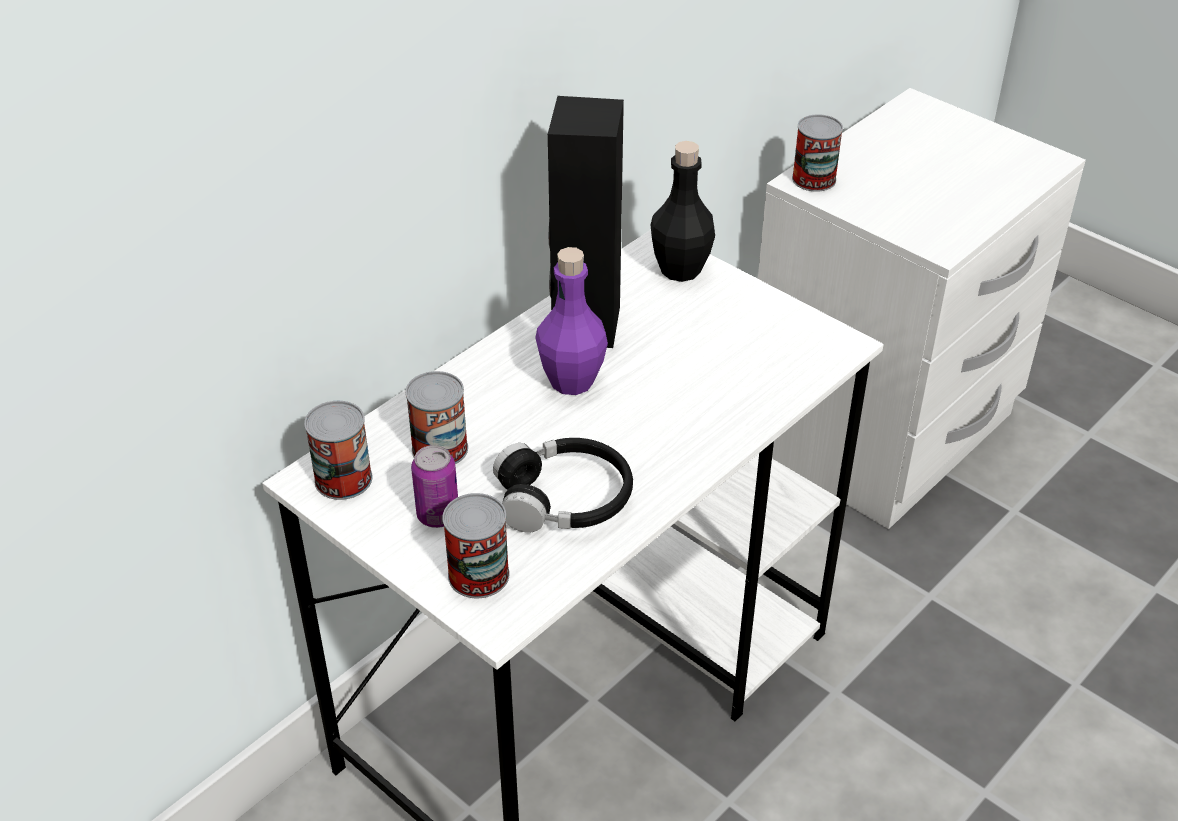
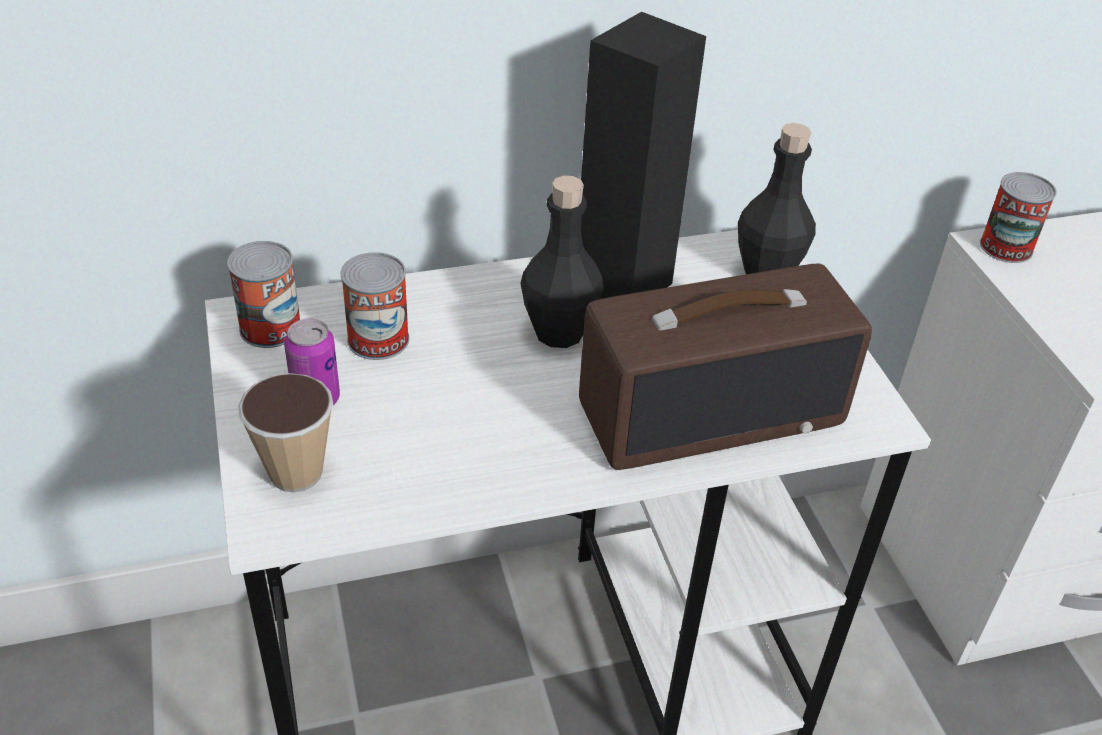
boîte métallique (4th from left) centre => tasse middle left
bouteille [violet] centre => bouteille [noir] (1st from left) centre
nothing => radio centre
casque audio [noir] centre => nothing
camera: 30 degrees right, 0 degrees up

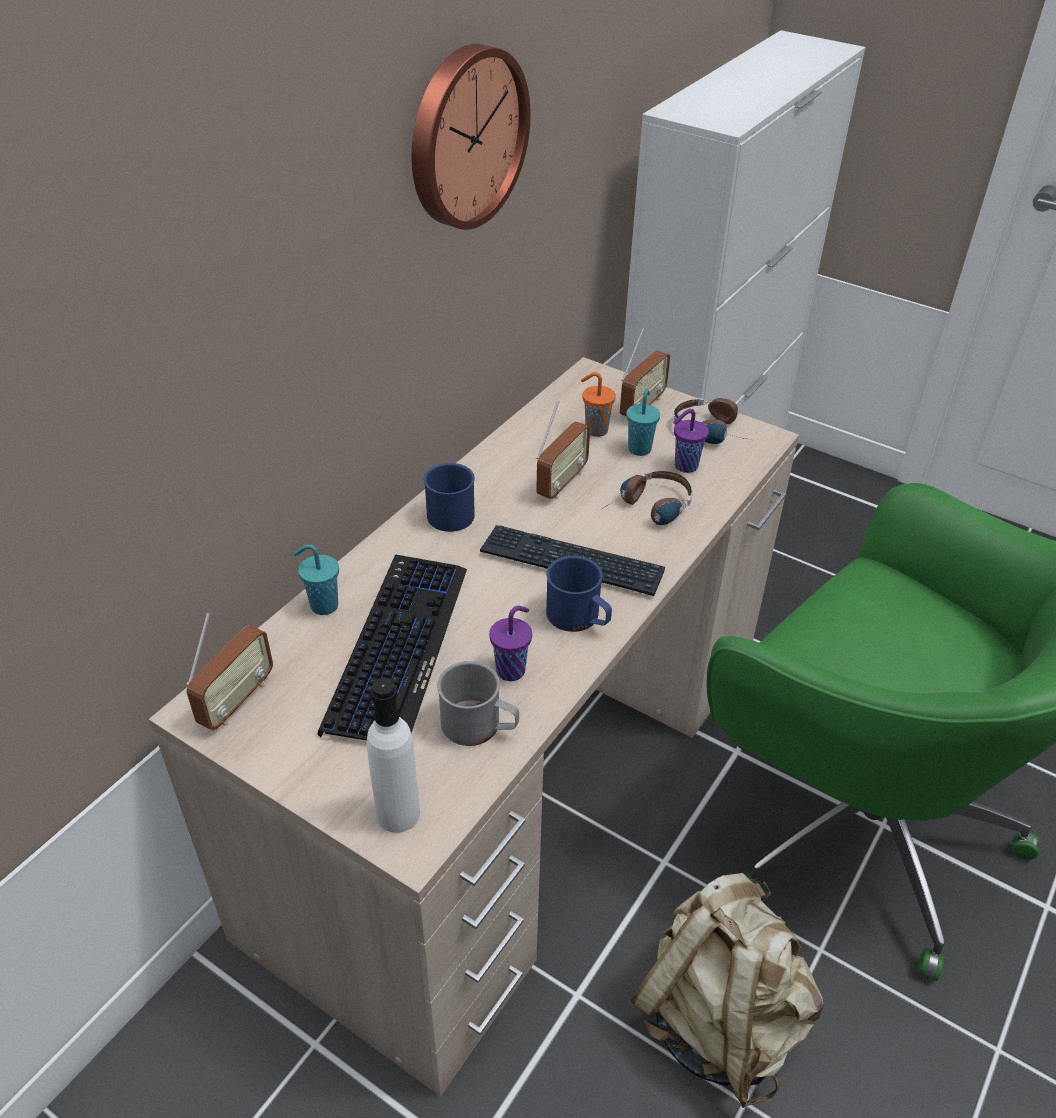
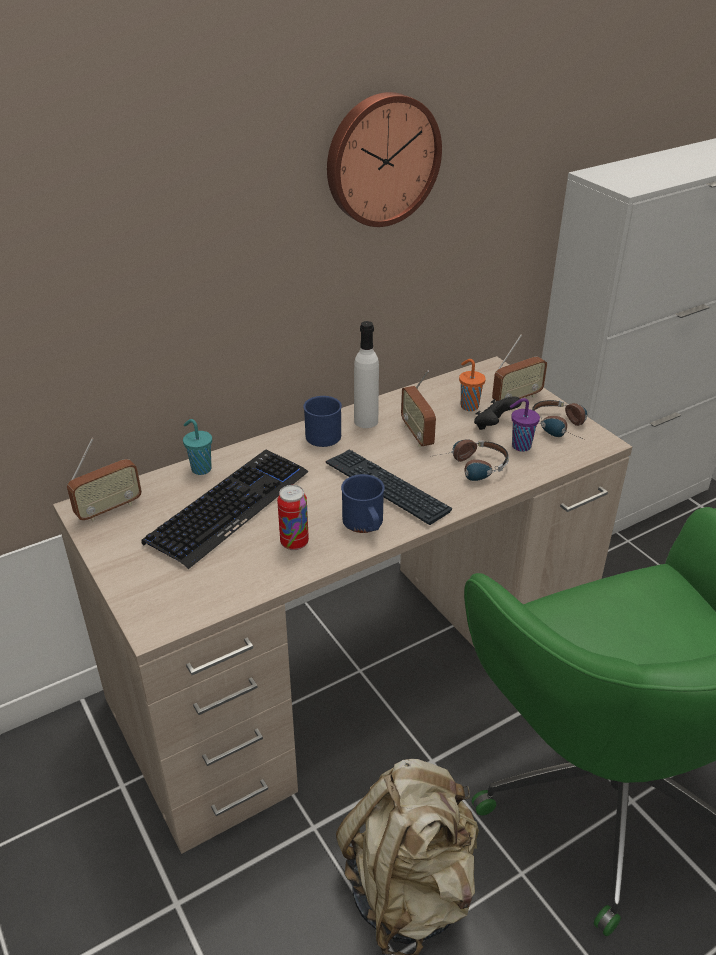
tasse [violet] (1st from left) centre => boîte métallique centre
bouteille [blanc] bottom centre => bouteille [blanc] centre, moved
radio (2nd from left) centre, 105 degrees clockwise
tasse [turquoise] (2nd from left) centre => manette [noir] middle right
mug [gris] centre => nothing
camera: 25 degrees right, 5 degrees down

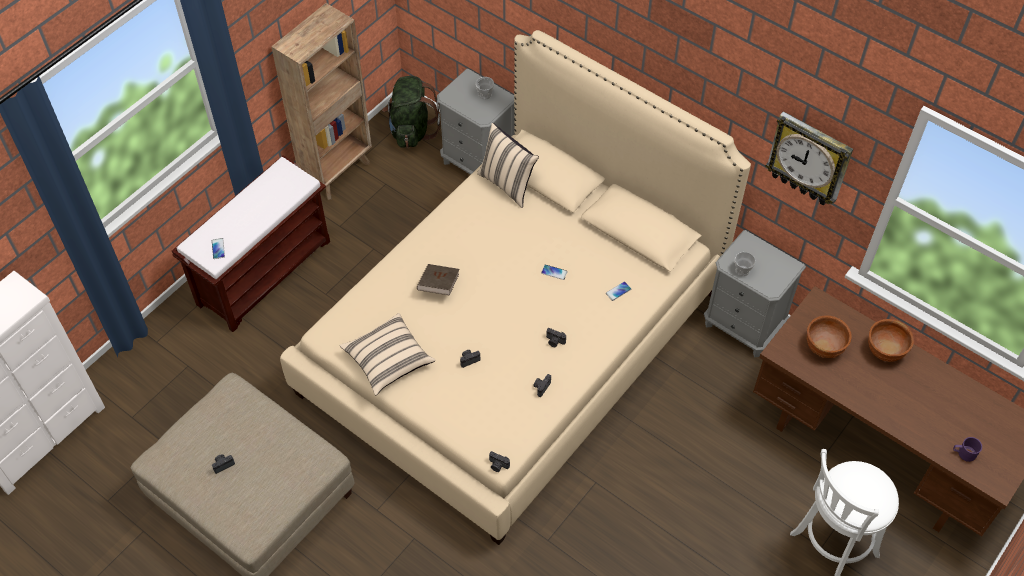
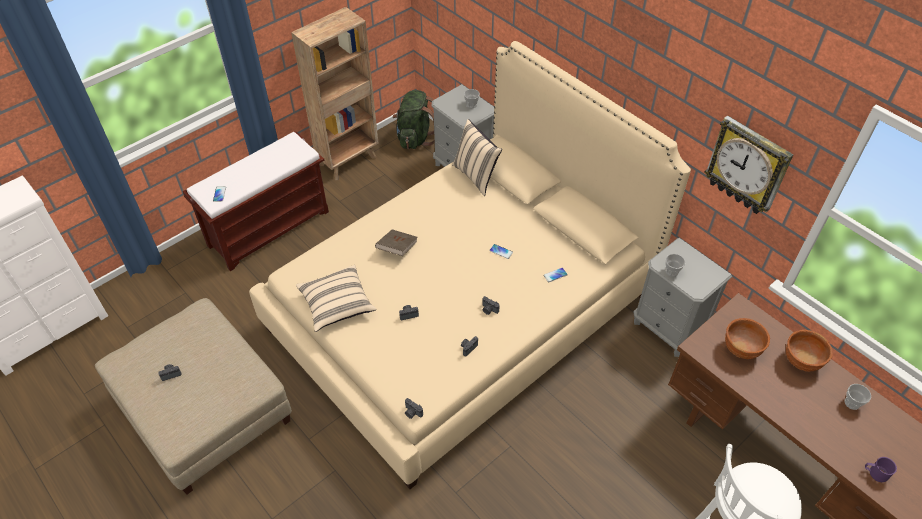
nothing => tasse (3rd from left) bottom right
camera: 10 degrees right, 5 degrees down

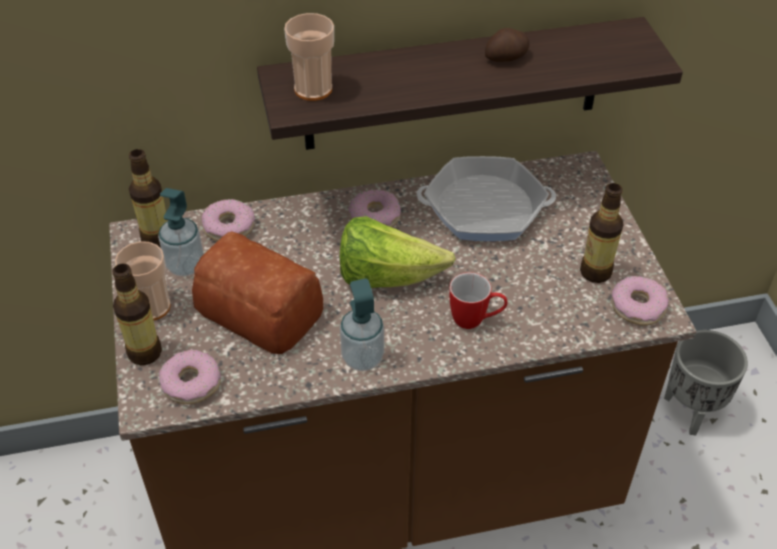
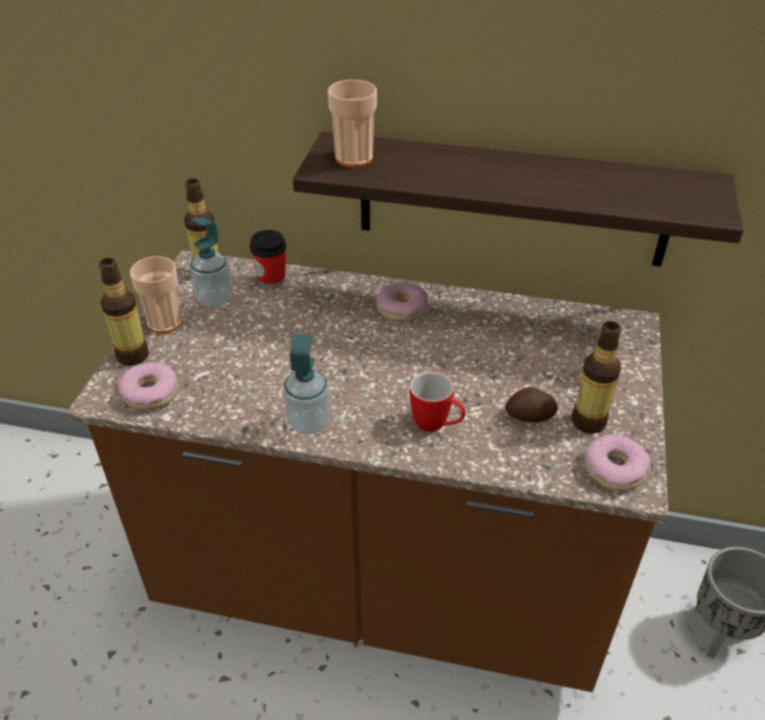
beignet (2nd from left) middle left => tasse (2nd from left) centre
pomme de terre top centre => pomme de terre middle right, moved
pain middle left => nothing
laitue centre => nothing
poêle centre => nothing
camera: 25 degrees right, 5 degrees down

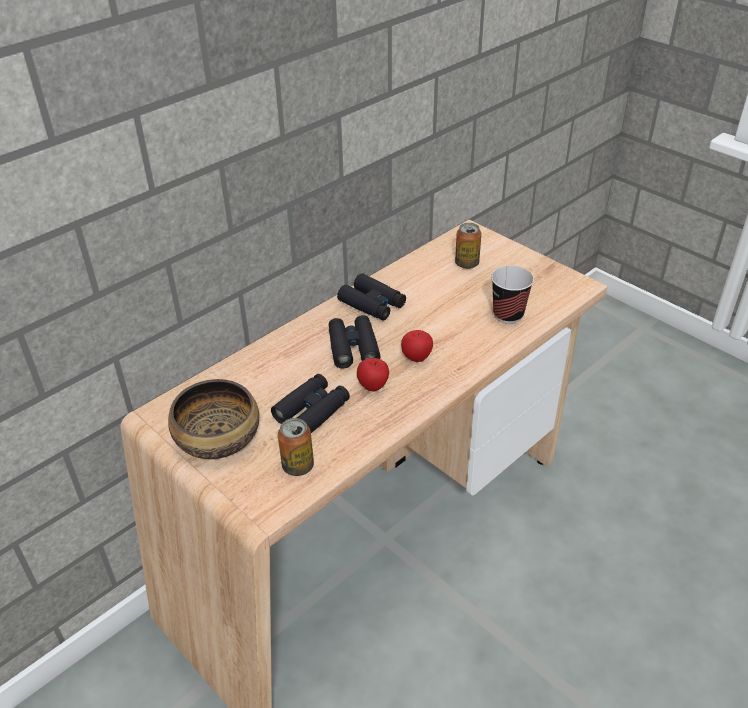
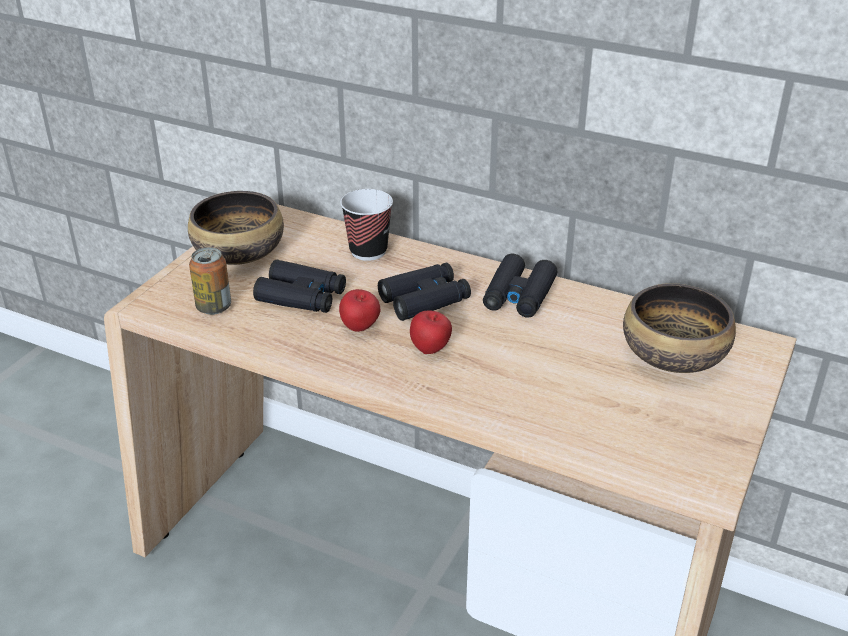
tasse middle right => tasse centre, moved
boîte métallique (2nd from left) centre => bol (2nd from left) middle right
camera: 70 degrees right, 5 degrees down

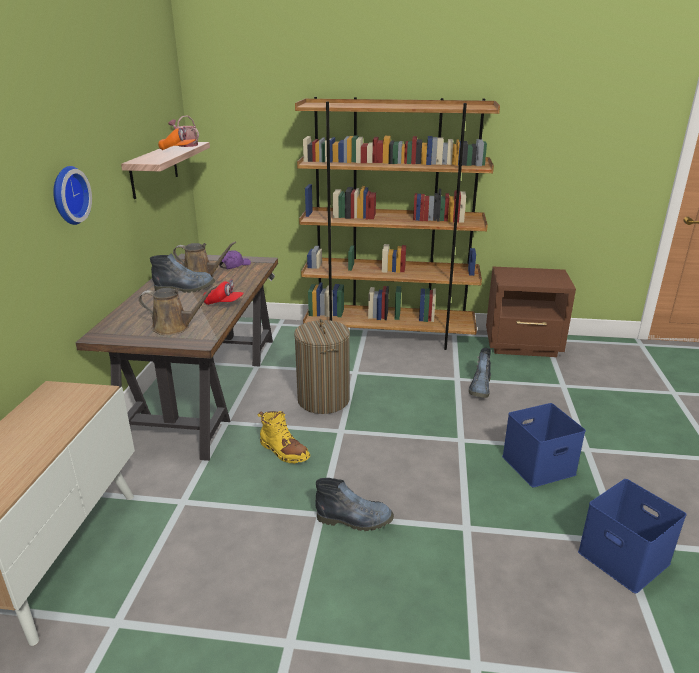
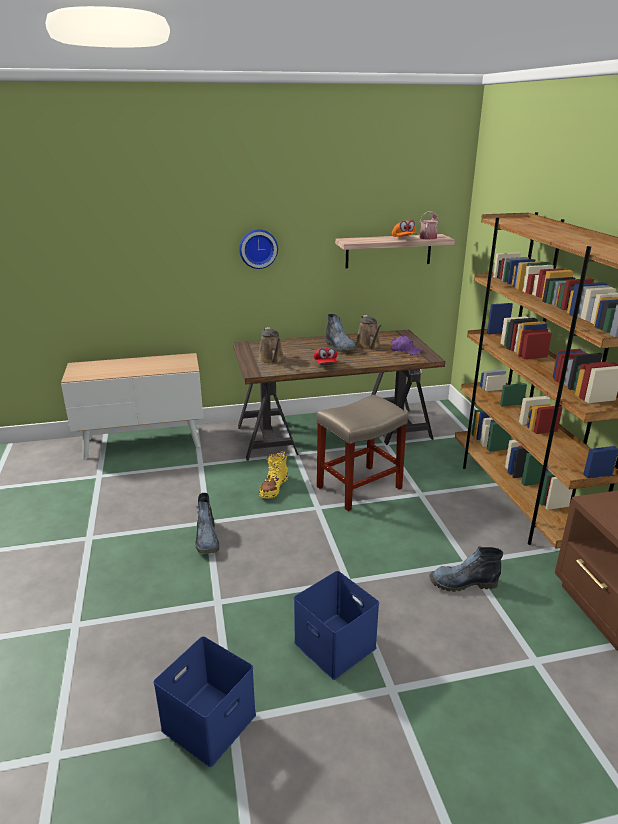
panier à linge centre => tabouret [beige] centre
camera: 70 degrees right, 0 degrees up

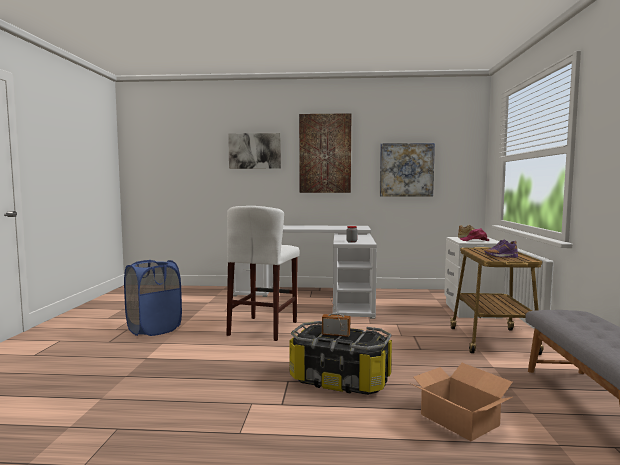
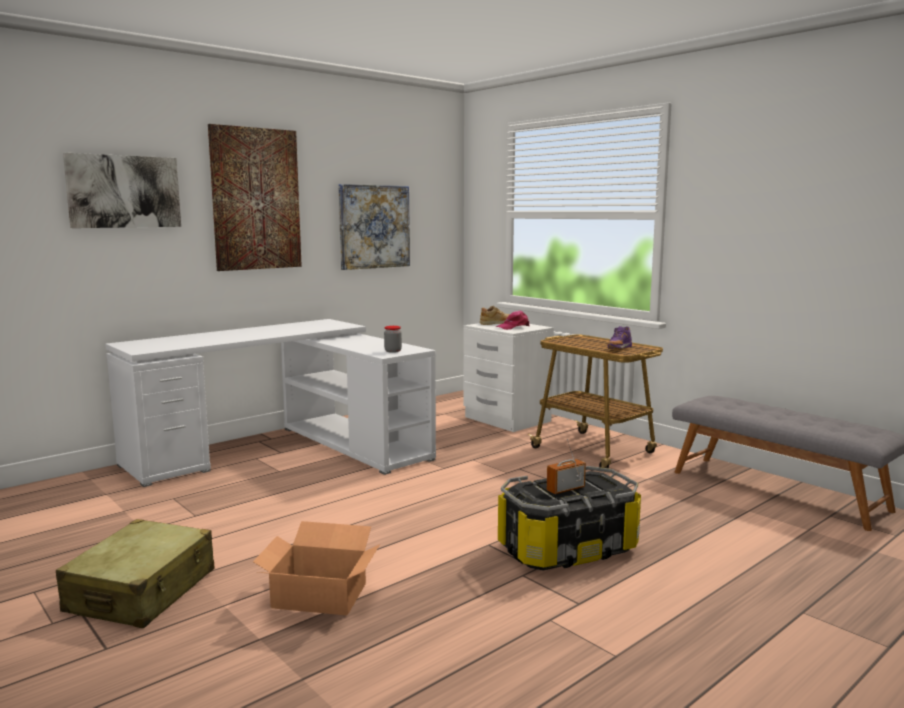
panier à linge [bleu] middle left => valise [beige] bottom left
carton bottom right => carton bottom centre, moved
tabouret [blanc] centre => nothing
camera: 45 degrees left, 5 degrees up

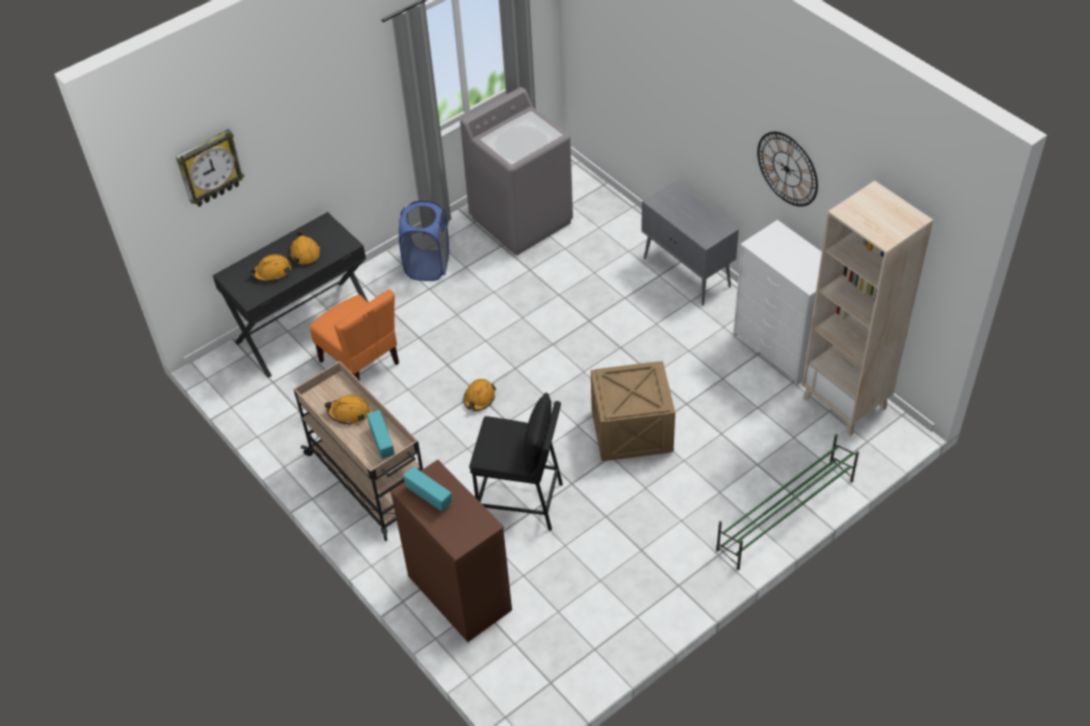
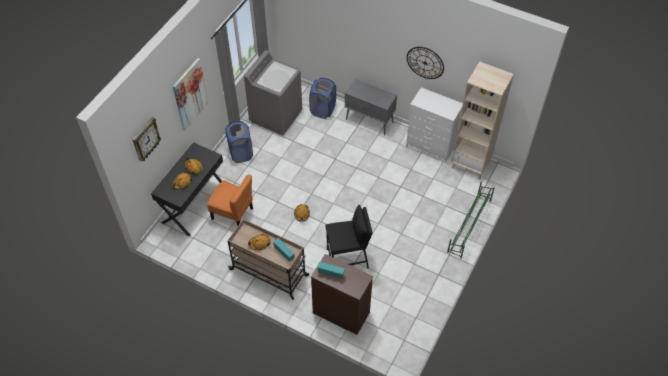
nothing => tableau top left
nothing => panier à linge [bleu] (2nd from left) top centre
caisse centre => nothing
camera: 25 degrees left, 5 degrees up

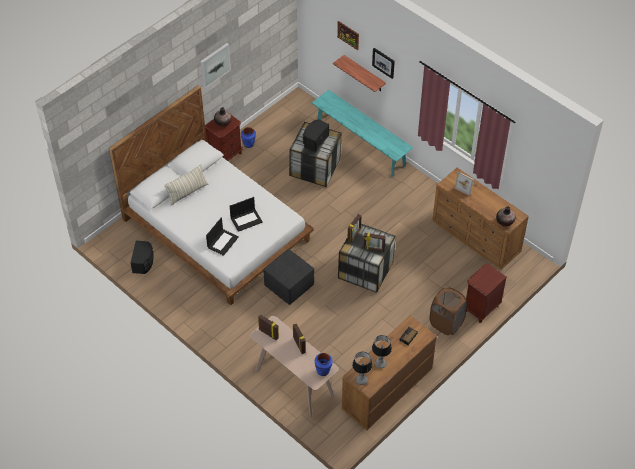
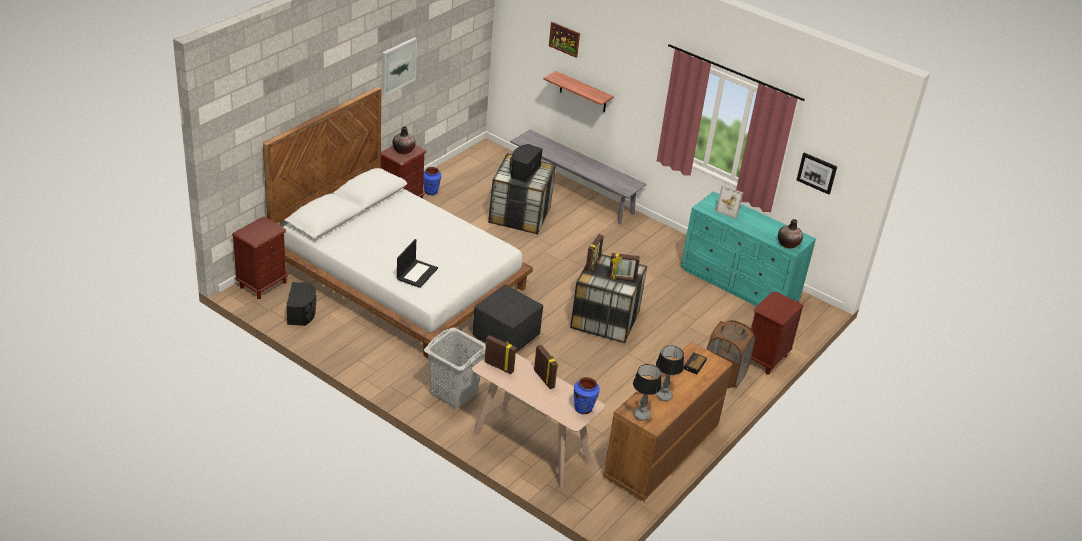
nothing => table de chevet [marron] (1st from left) middle left
nothing => panier à linge [gris] bottom centre
banc [turquoise] top centre => banc [gris] top centre
commode [marron] (2nd from left) middle right => commode [turquoise] middle right
tableau (3rd from left) top centre => tableau (3rd from left) top right, moved
coussin middle left => nothing
ordinateur portable (2nd from left) centre => nothing
camera: 10 degrees left, 15 degrees down

